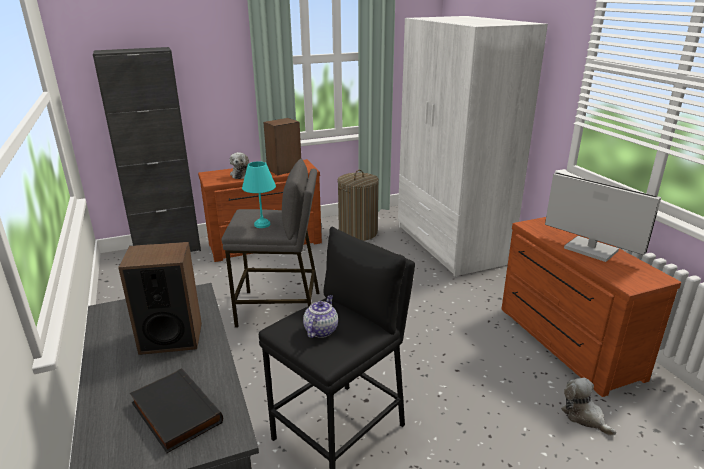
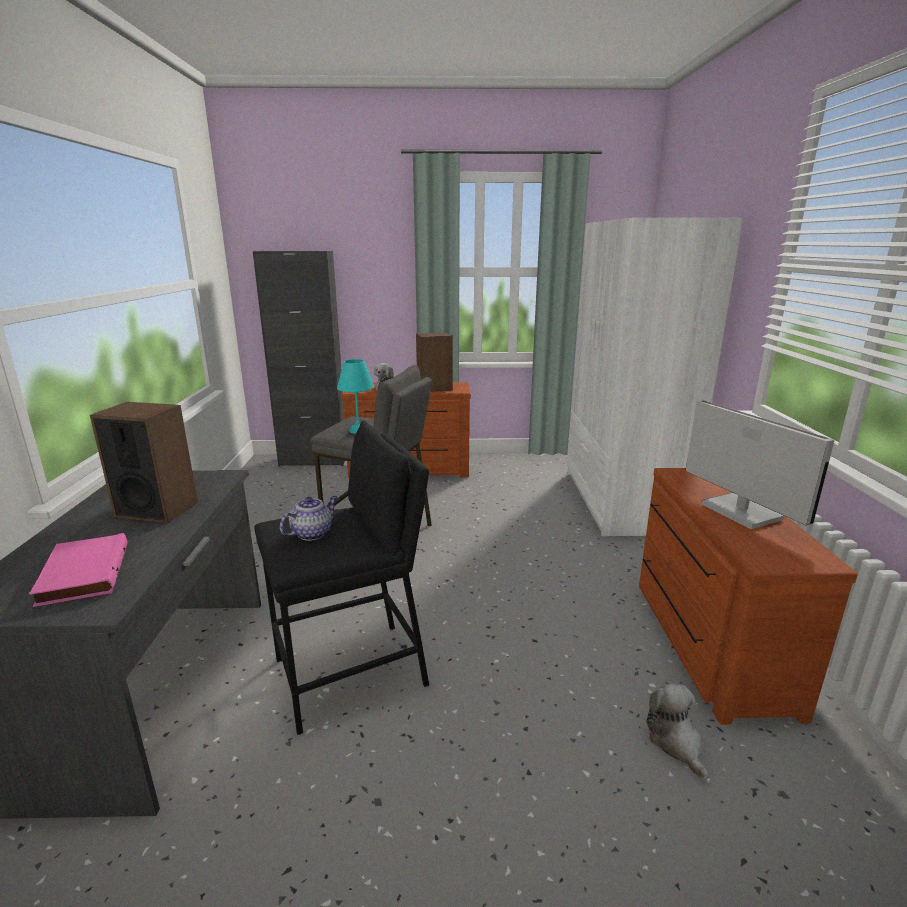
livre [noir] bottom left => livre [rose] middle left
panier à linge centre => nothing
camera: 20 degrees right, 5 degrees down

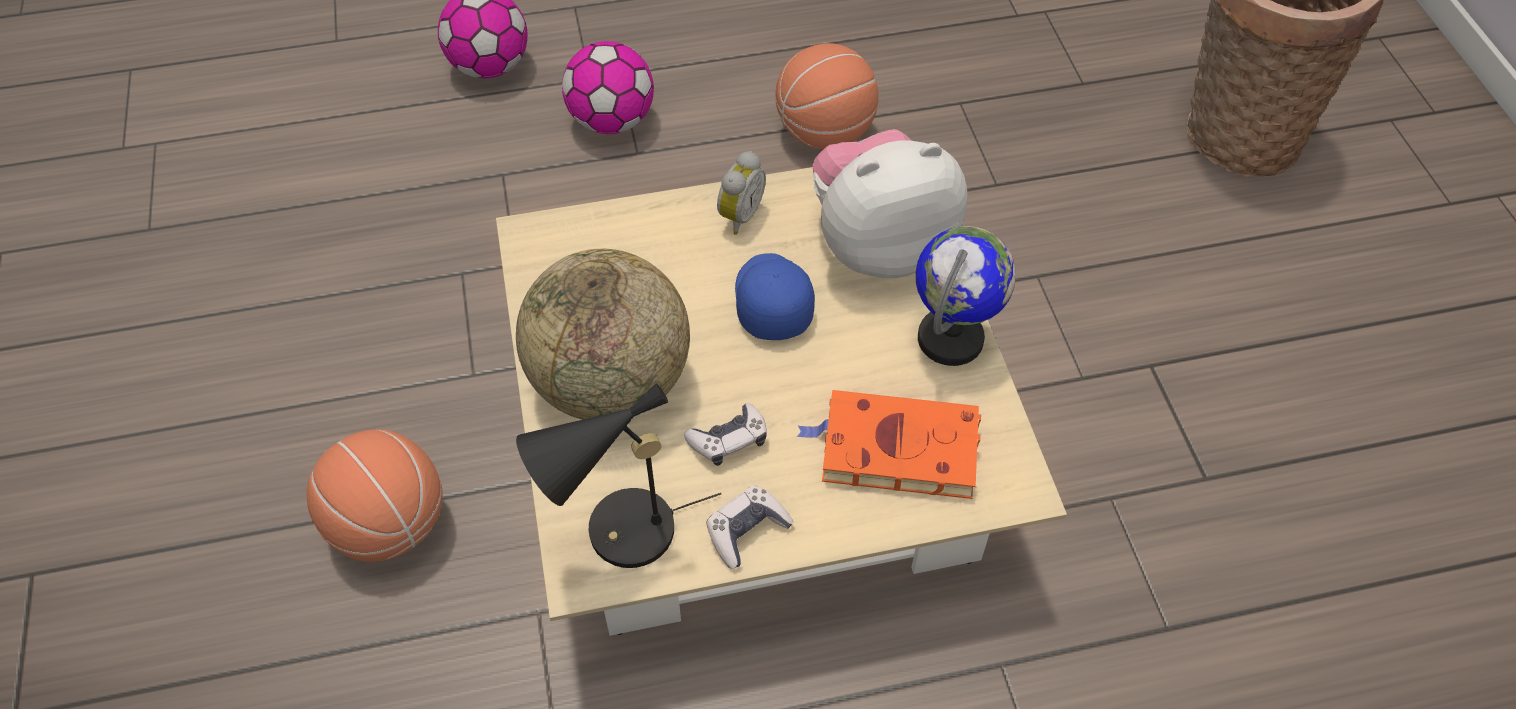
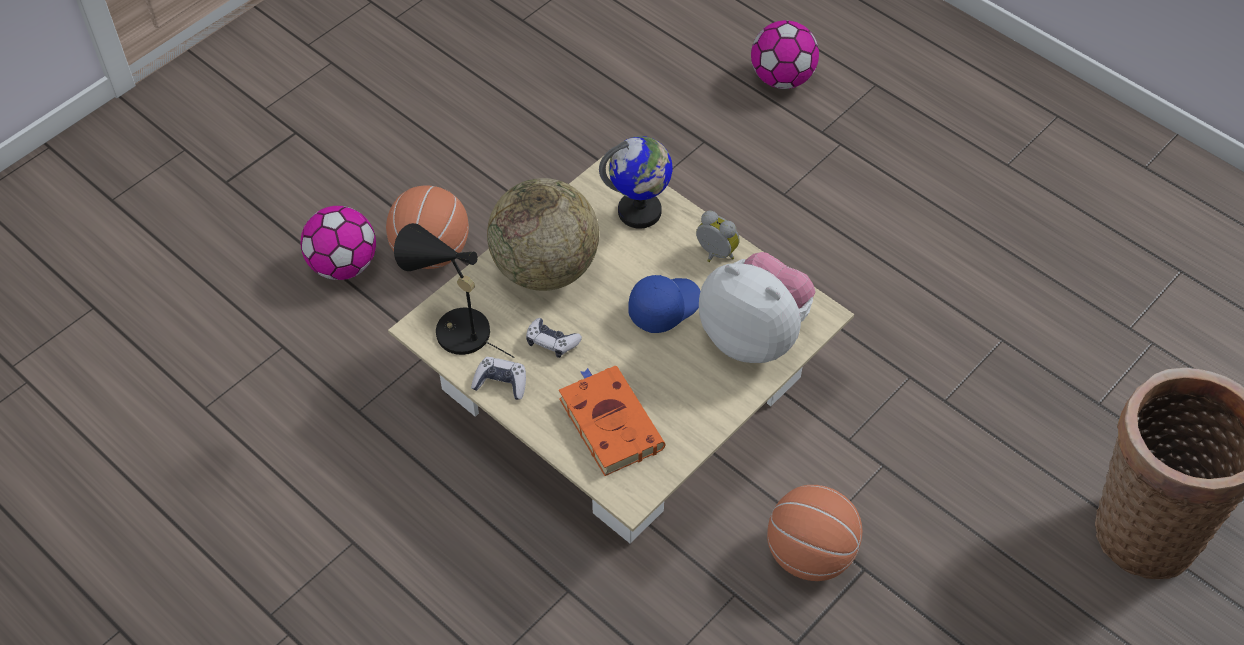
ballon de foot (2nd from left in the first image) top centre => ballon de foot (1st from left) middle left, moved
globe (2nd from left) centre => globe (2nd from left) top centre, moved
réveil top centre => réveil centre, 135 degrees counterclockwise
ballon de basket (2nd from left) top centre => ballon de basket (2nd from left) bottom centre, moved
camera: 55 degrees right, 0 degrees up

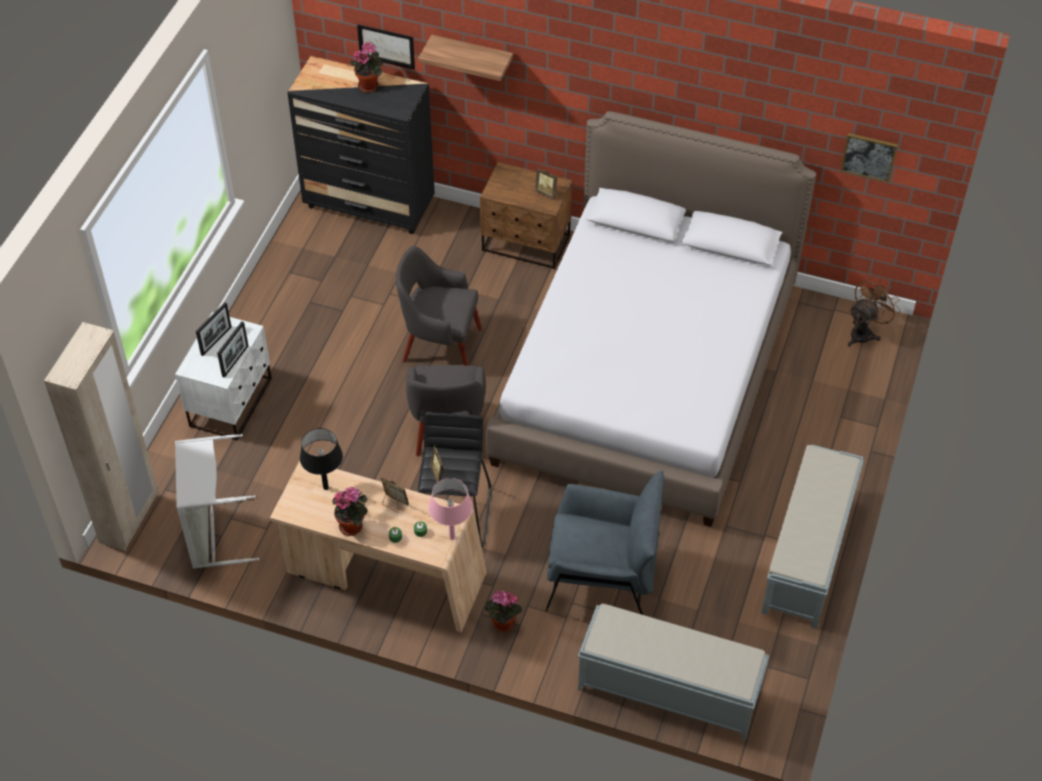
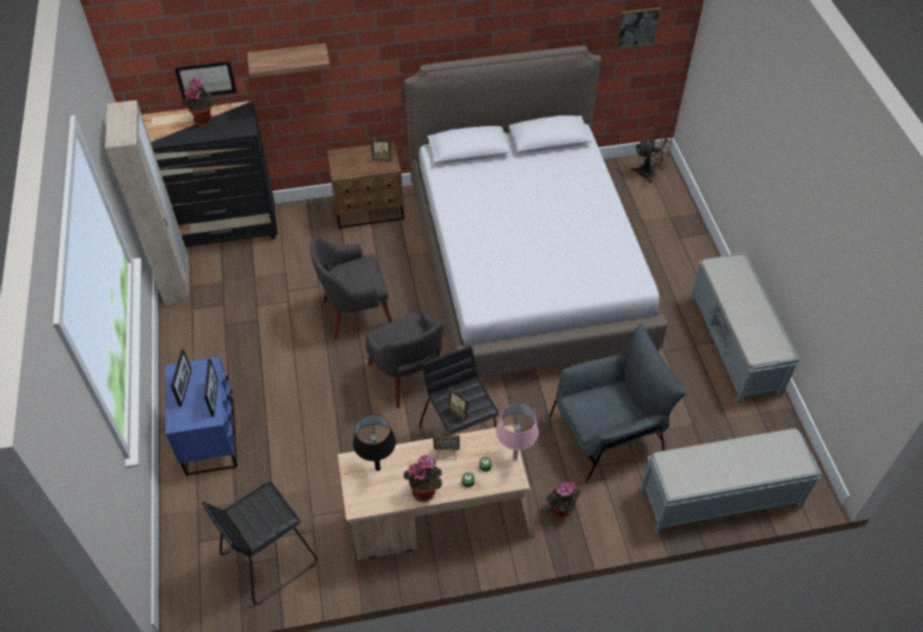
armoire [beige] middle left => armoire [beige] top left, moved
table de chevet [blanc] middle left => table de chevet [bleu] middle left
panier à linge [gris] middle left => tabouret [noir] (1st from left) bottom left
ventilateur [marron] middle right => ventilateur [marron] top right, 90 degrees clockwise
camera: 30 degrees left, 0 degrees up

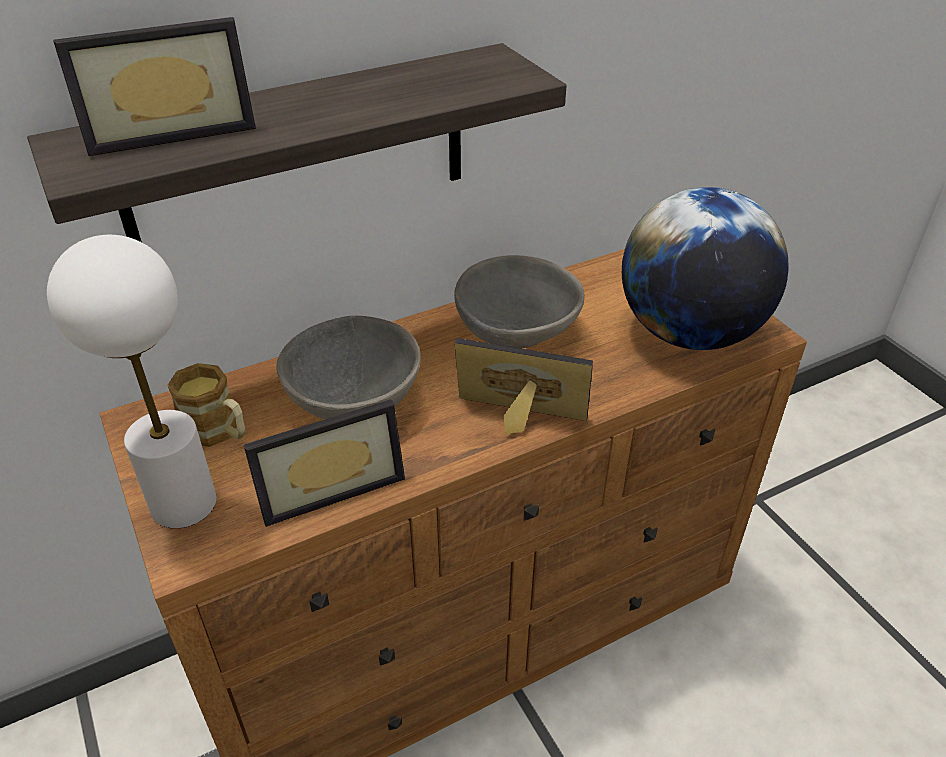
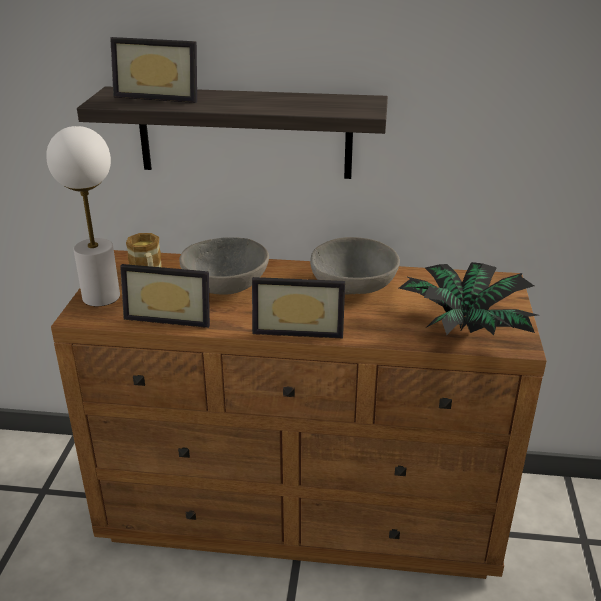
cadre photo (3rd from left) centre, 135 degrees clockwise
globe middle right => plante en pot middle right
camera: 35 degrees right, 10 degrees down

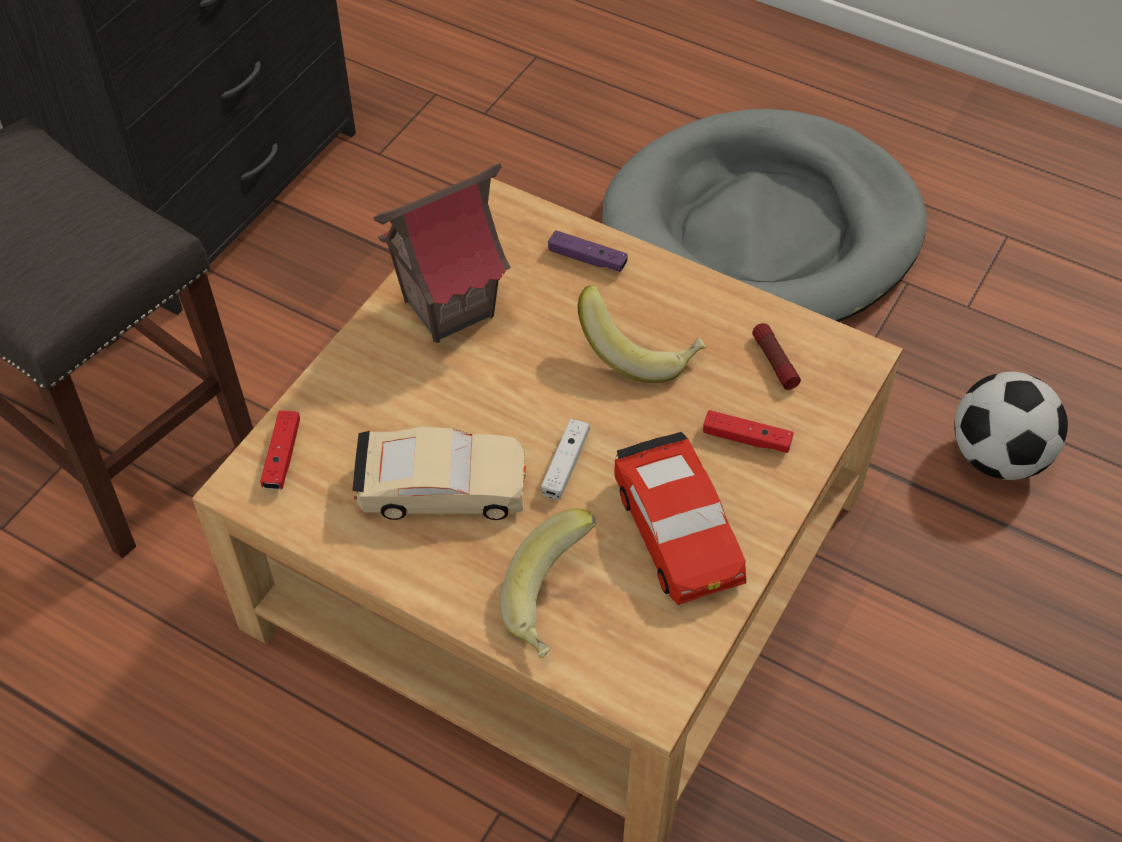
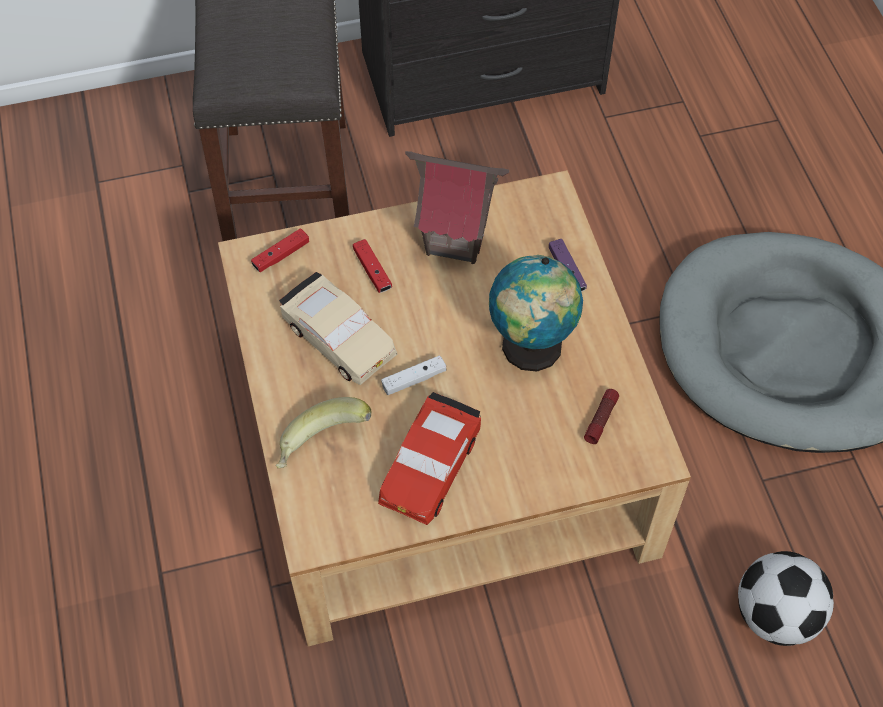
manette [rouge] (2nd from left) middle right => manette [rouge] (2nd from left) centre, moved
banane (2nd from left) centre => globe centre
camera: 45 degrees right, 5 degrees up

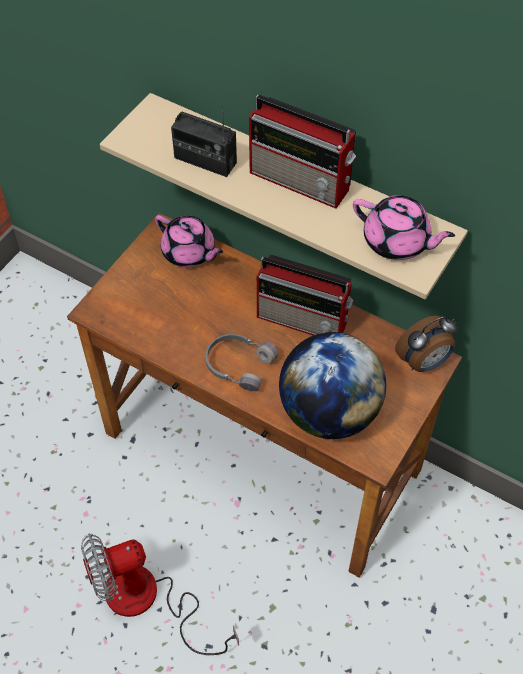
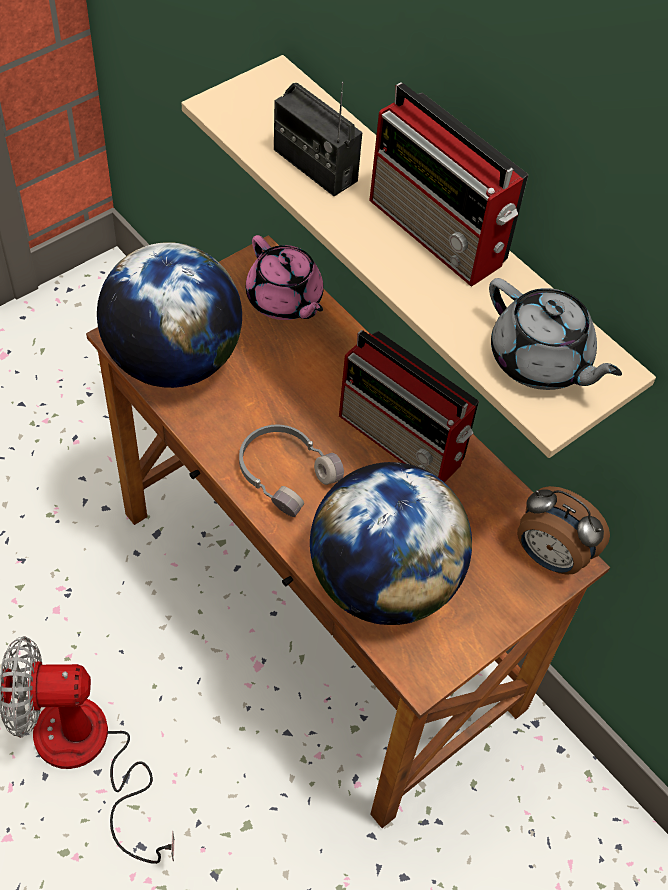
nothing => globe (1st from left) middle left
théière [rose] (2nd from left) middle right => théière [gris] middle right
réveil middle right, 45 degrees clockwise
camera: 15 degrees right, 0 degrees up

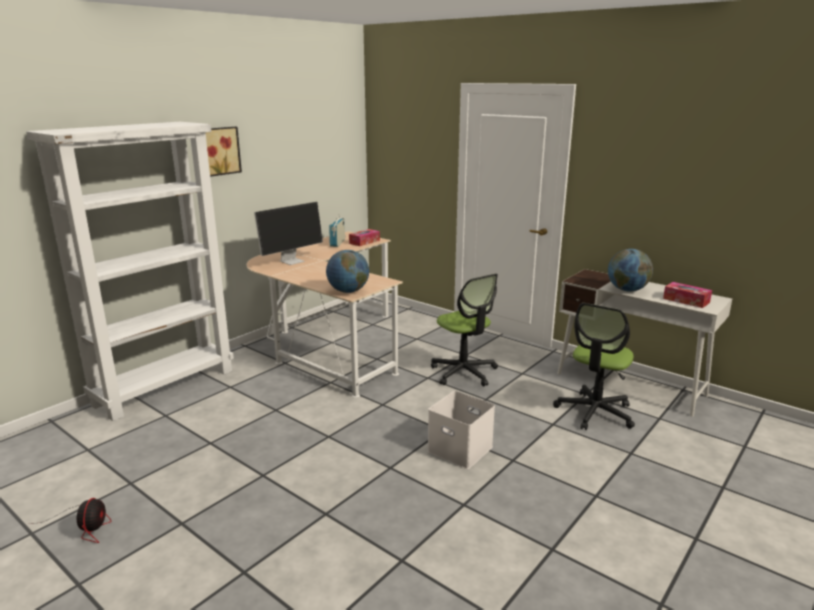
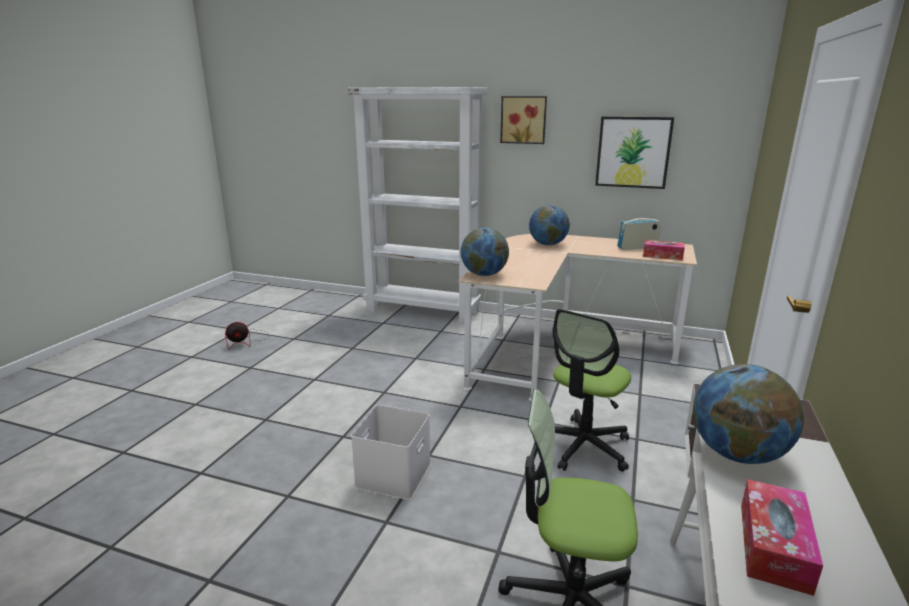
écran d'ordinateur centre => globe (2nd from left) centre
nothing => tableau (2nd from left) top right
camera: 70 degrees right, 0 degrees up

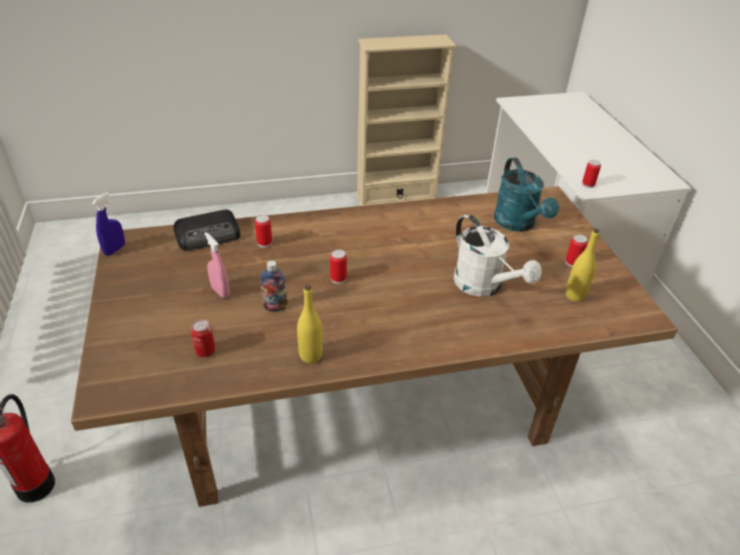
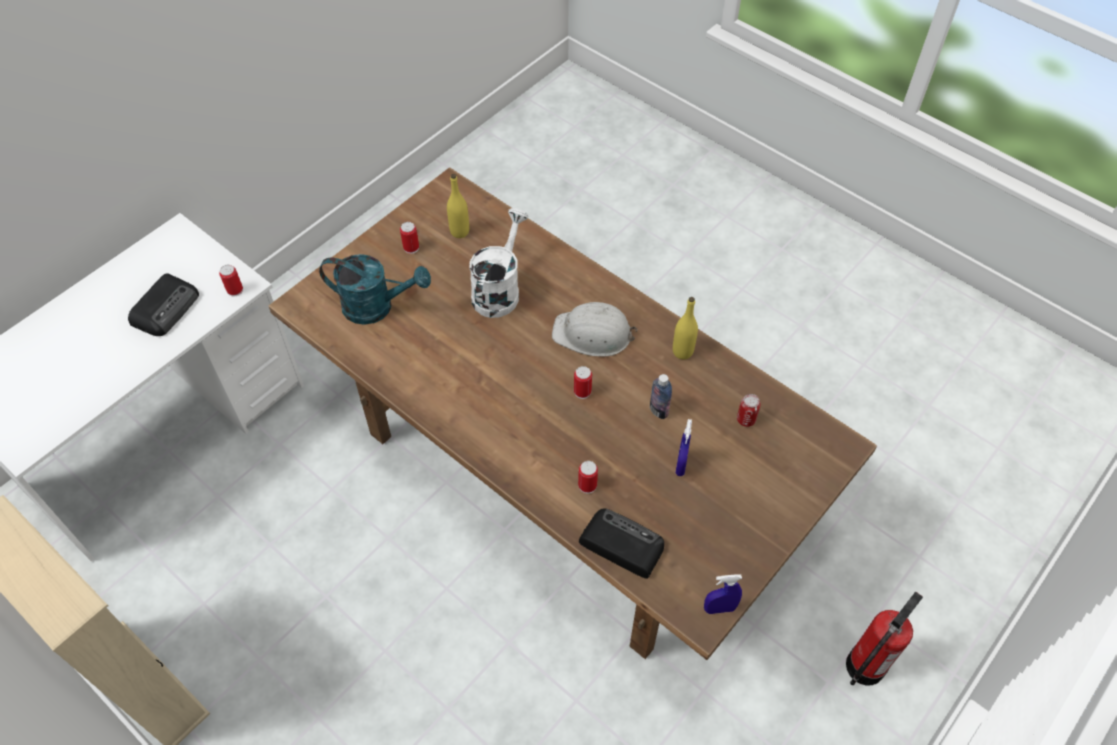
nothing => radio (1st from left) middle left
arrosoir [turquoise] middle right => arrosoir [turquoise] centre, 60 degrees clockwise
nothing => casque de chantier [blanc] centre
vaporisateur [rose] middle left => vaporisateur [bleu] (1st from left) centre
camera: 125 degrees left, 15 degrees up

